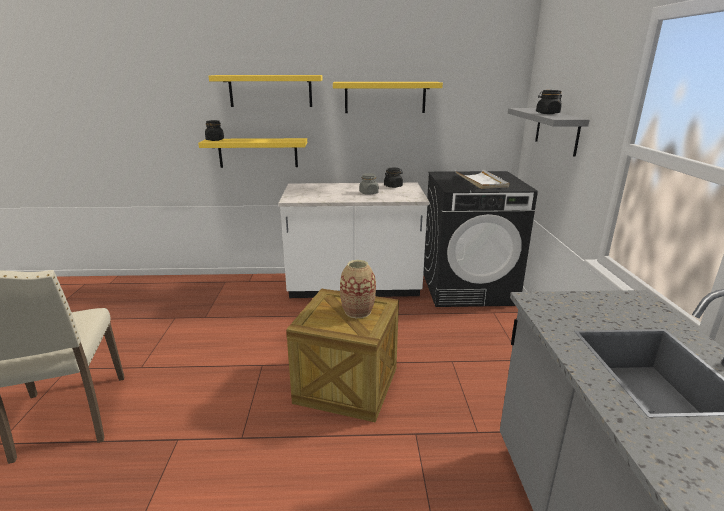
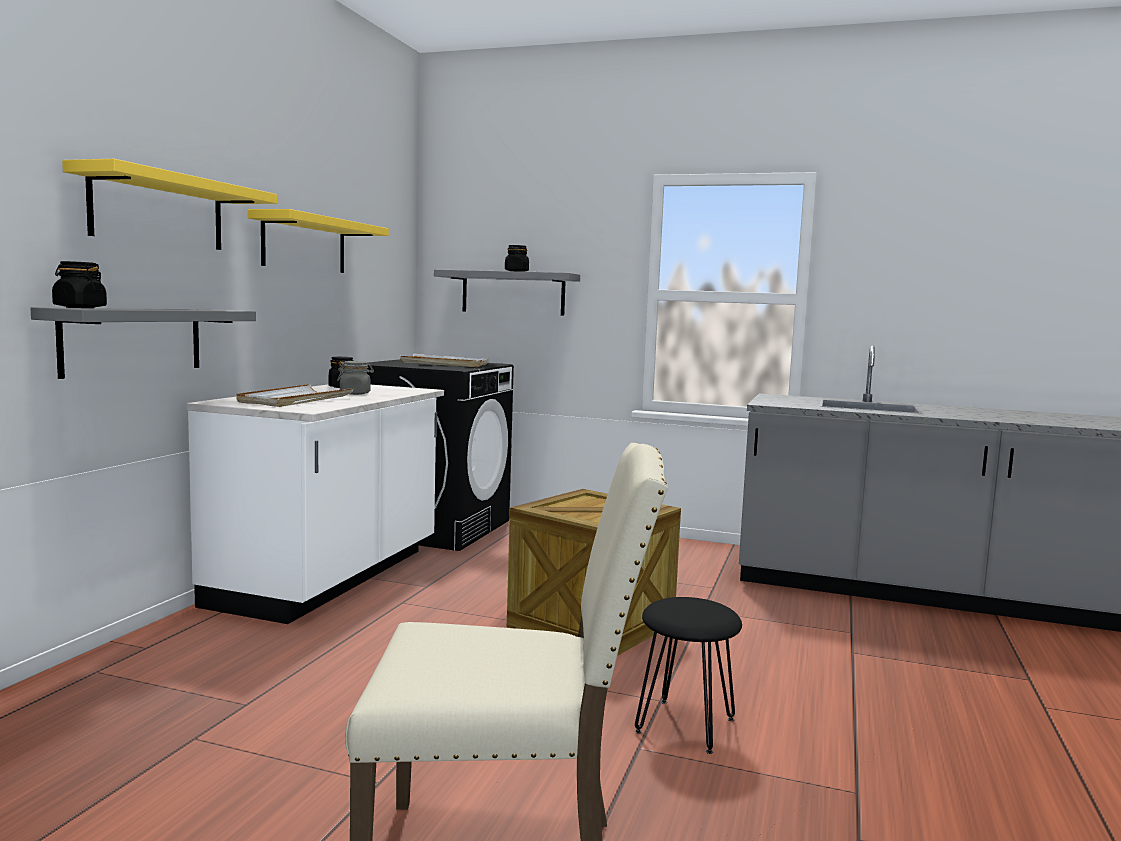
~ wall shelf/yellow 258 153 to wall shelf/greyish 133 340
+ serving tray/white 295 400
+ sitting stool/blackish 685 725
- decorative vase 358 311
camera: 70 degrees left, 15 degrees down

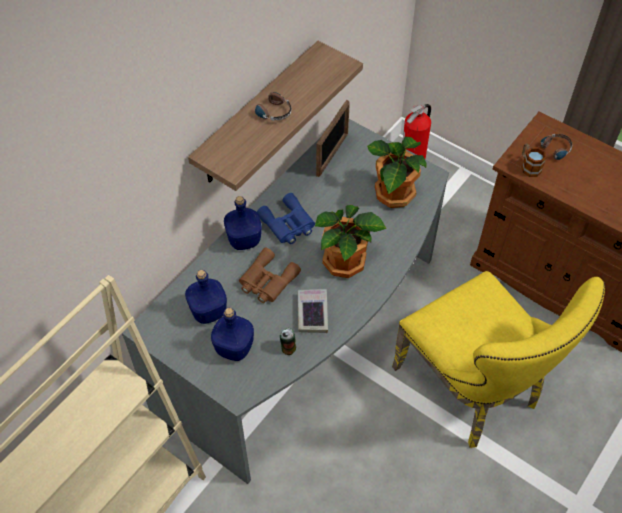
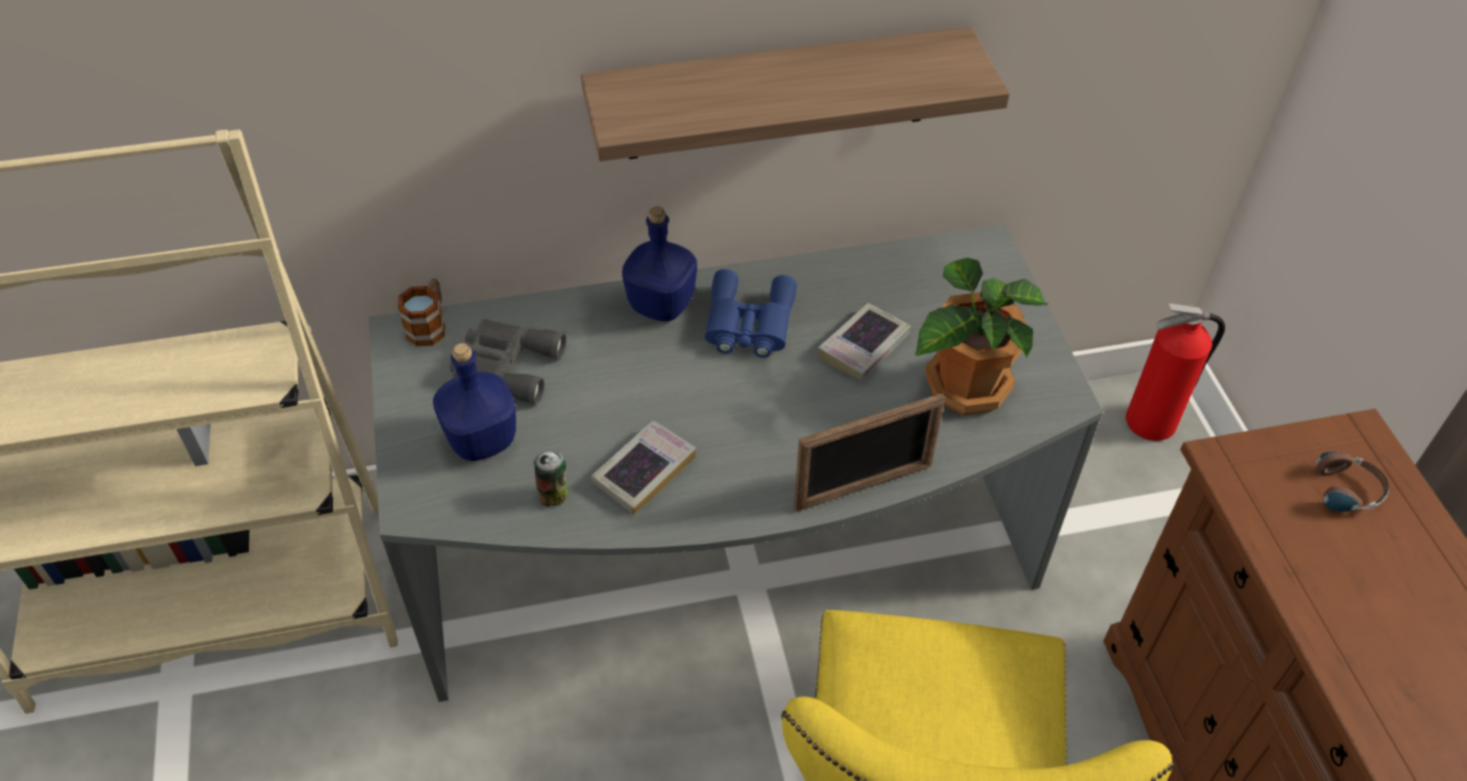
~ tea mug 529 166 to 429 325
~ beverage bottle/bluish 208 311 to pair of binoculars/greyish 505 366
~ standing frame 332 154 to 863 486
+ volume 864 347
- pair of binoculars/brownish 267 281
- headphones 269 110
- potted plant 345 263
camera: 40 degrees right, 5 degrees down

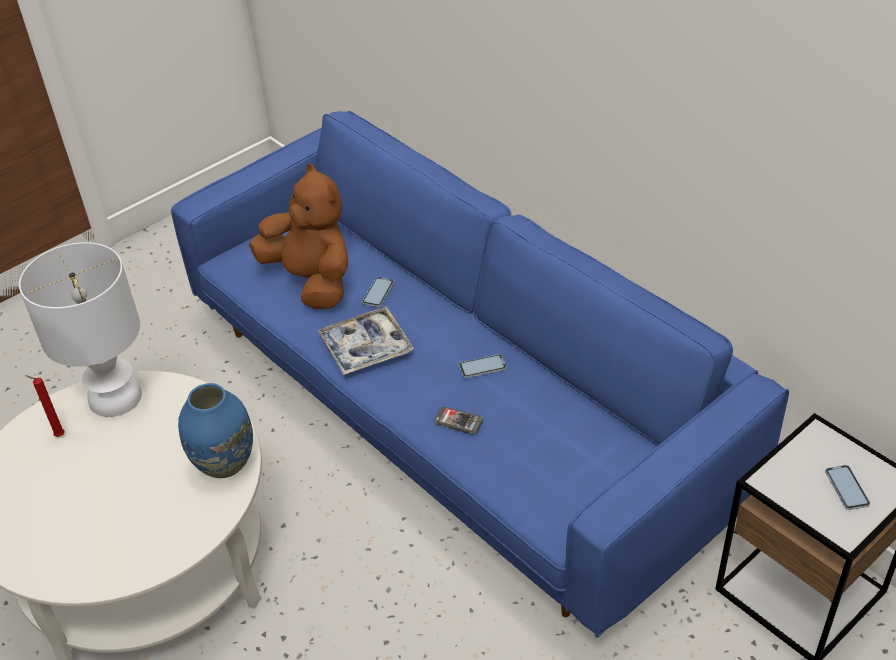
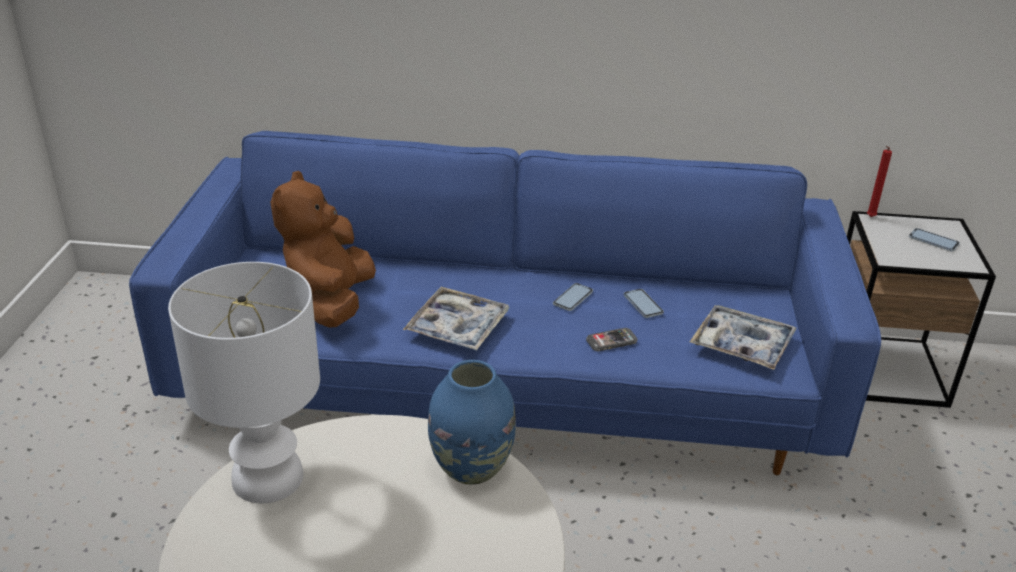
~ cuddly toy/brownish 312 281 = 330 303 90 degrees counterclockwise
~ phone 378 293 to 643 304
+ serving tray 742 345
~ wax candle/red 58 436 to 870 217
camera: 45 degrees left, 10 degrees down

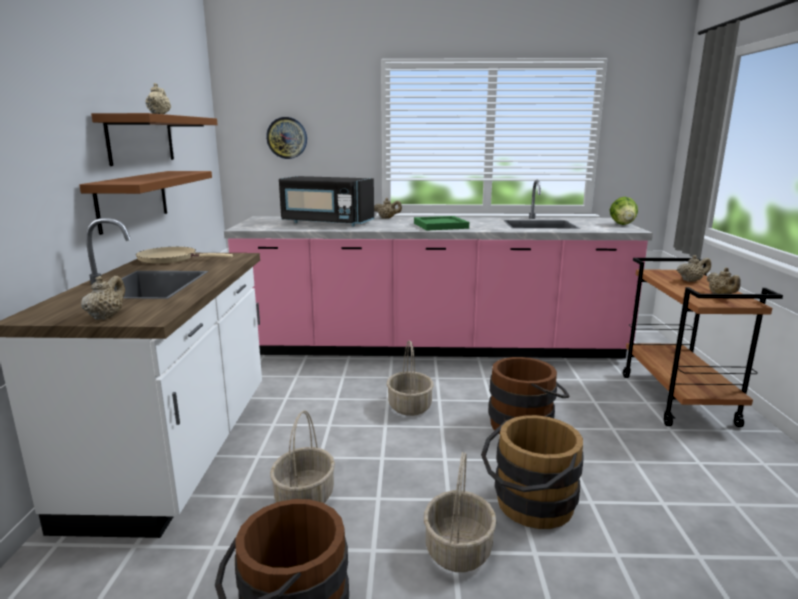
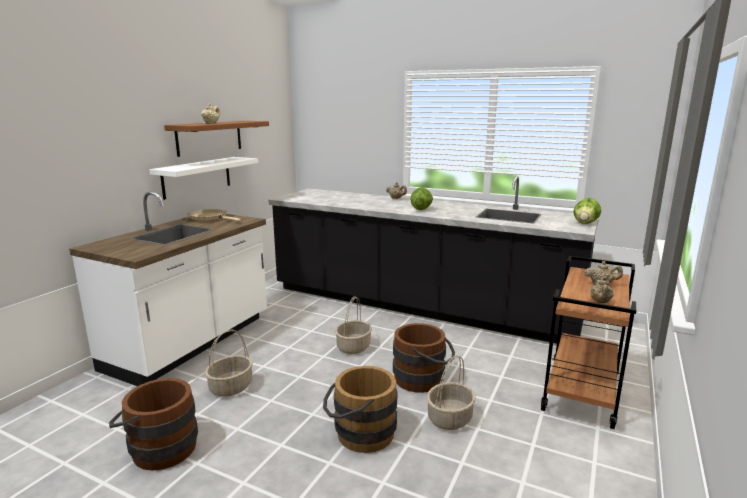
~ wall shelf/brownish 133 199 to wall shelf/white 197 177
~ kitchen base unit/pinkish 432 346 to kitchen base unit/blackish 418 306
~ serving tray/greenish 440 226 to head of lettuce 421 209
~ storage basket 457 549 to 449 418
- teapot/sand-coloured 106 317
- wall clock 287 138
- kitchen microwave/blackish 326 223
camera: 25 degrees right, 0 degrees up

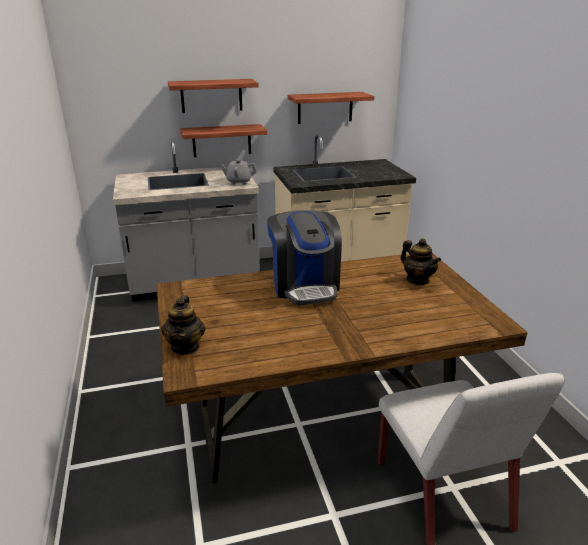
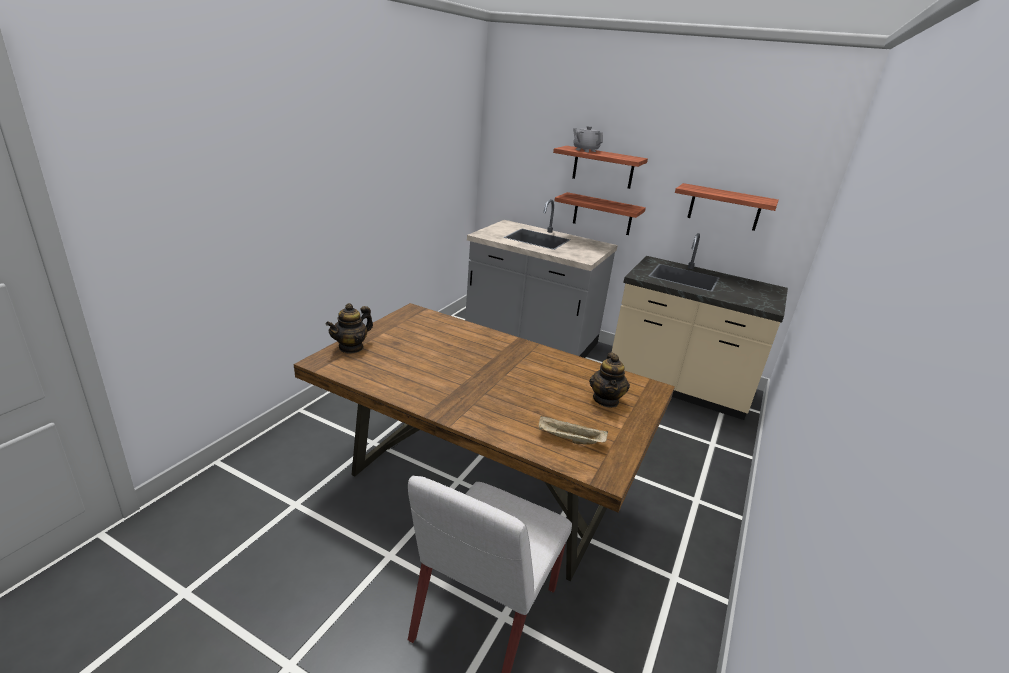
+ serving tray/sand-coloured 569 440
~ teapot/greyish 239 182 to 585 150
- coffee brewer 305 285
camera: 40 degrees right, 0 degrees up

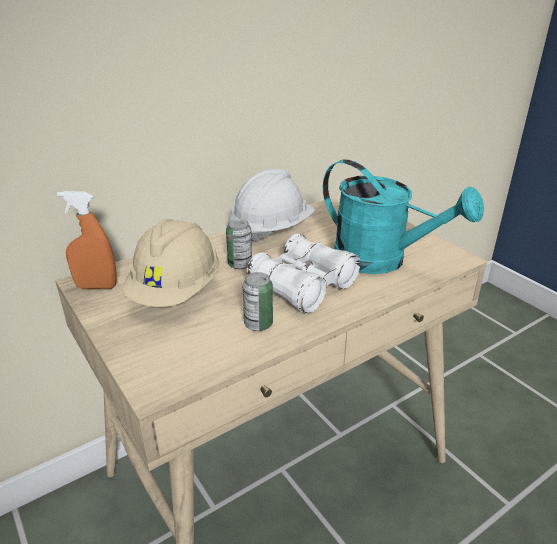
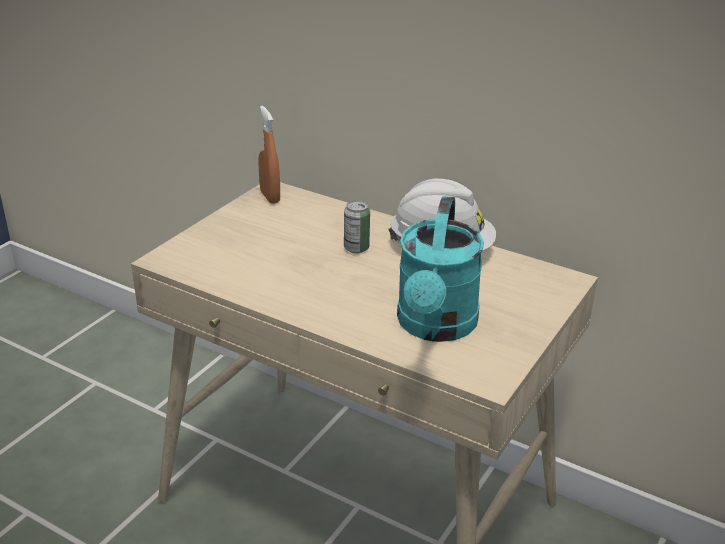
- hard hat/sand-coloured 176 292
- can 258 324
- pair of binoculars/white 303 285
camera: 65 degrees right, 0 degrees up

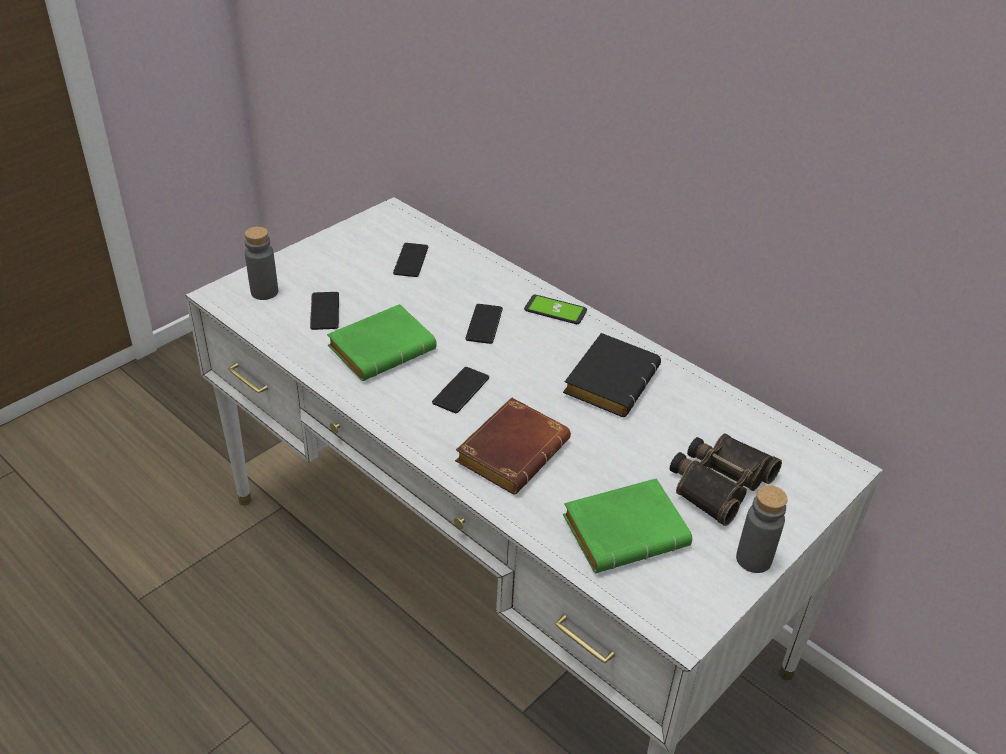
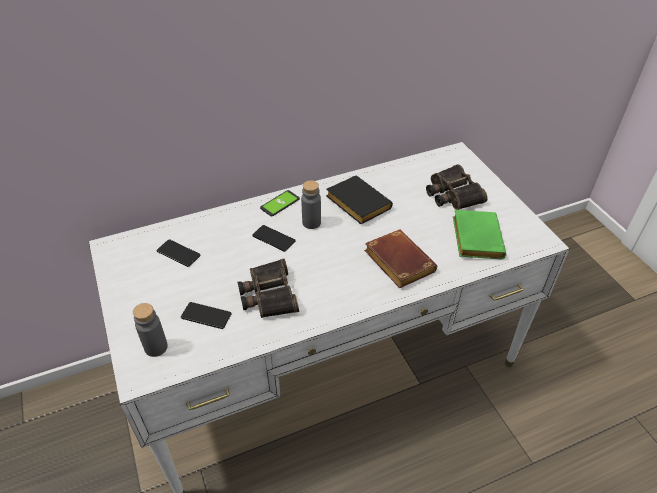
~ volume/greenish 383 348 to pair of binoculars 268 294
~ beverage bottle/greyish 753 559 to 311 222
- phone 461 391
camera: 65 degrees left, 5 degrees up

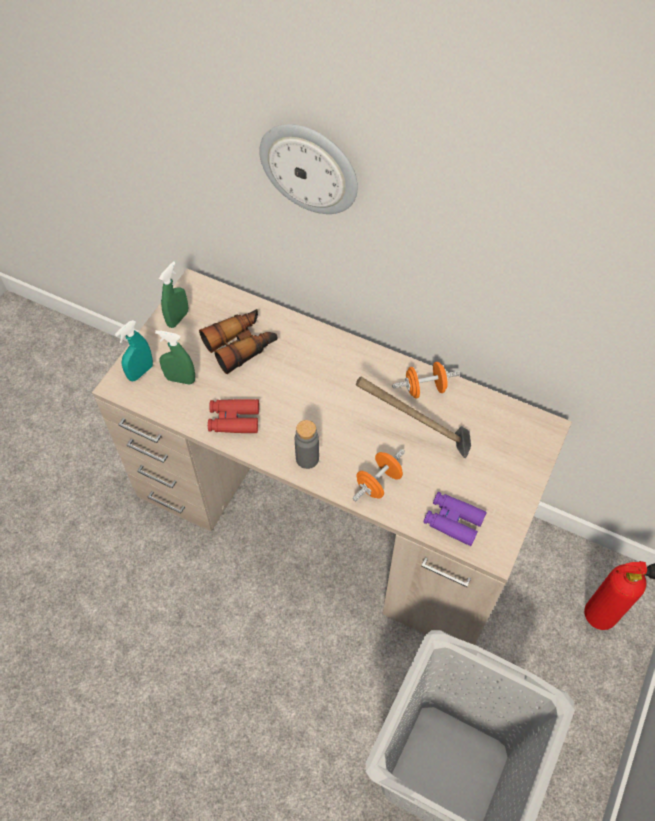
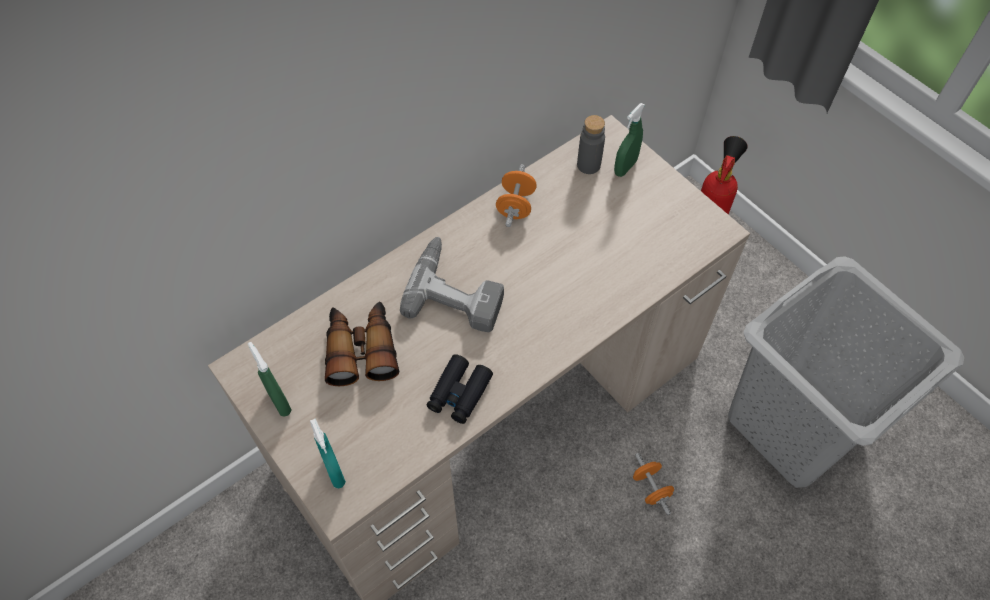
+ drill 457 290
~ pair of binoculars/red 234 419 to pair of binoculars/blackish 459 393
~ beverage bottle/greyish 307 458 to 588 165
~ spray bottle/greenish 180 379 to 625 167
~ hand weight/orange 378 483 to 651 488
- wall clock 310 168
- hammer 416 438
- pair of binoculars/purple-coloured 453 521
camera: 65 degrees left, 0 degrees up

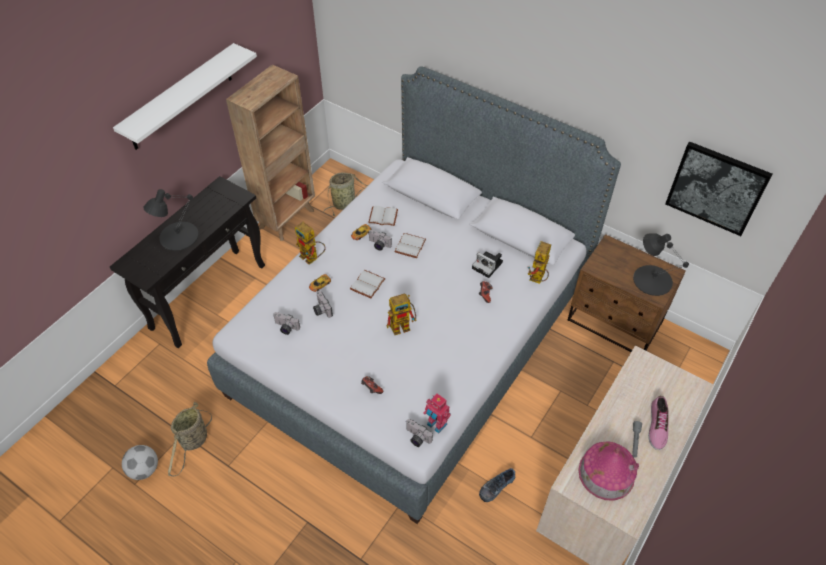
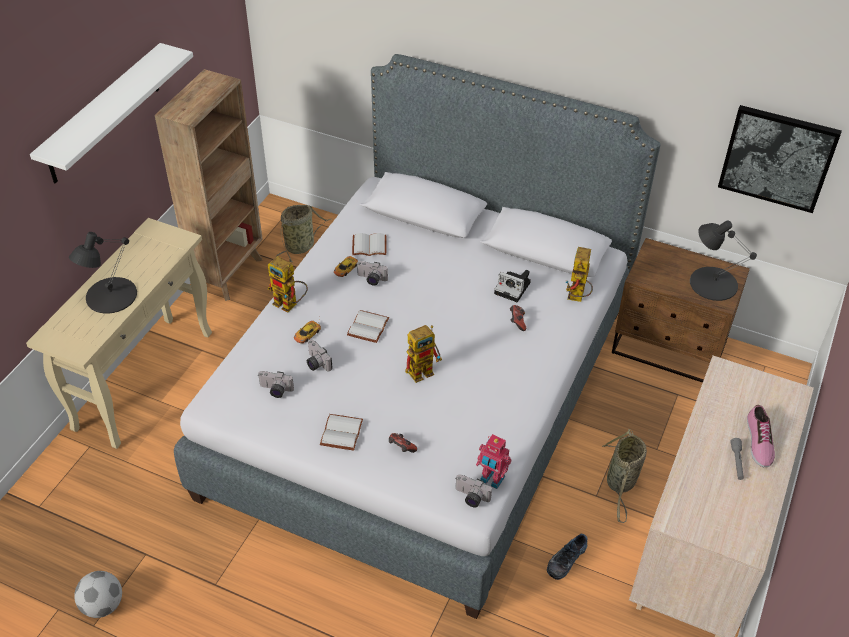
~ hall table/blackish 209 296 to hall table/sand-coloured 144 379
~ volume/white 409 245 to 340 432
~ storage basket 193 442 to 621 483
- model house 606 473
camera: 10 degrees left, 5 degrees down

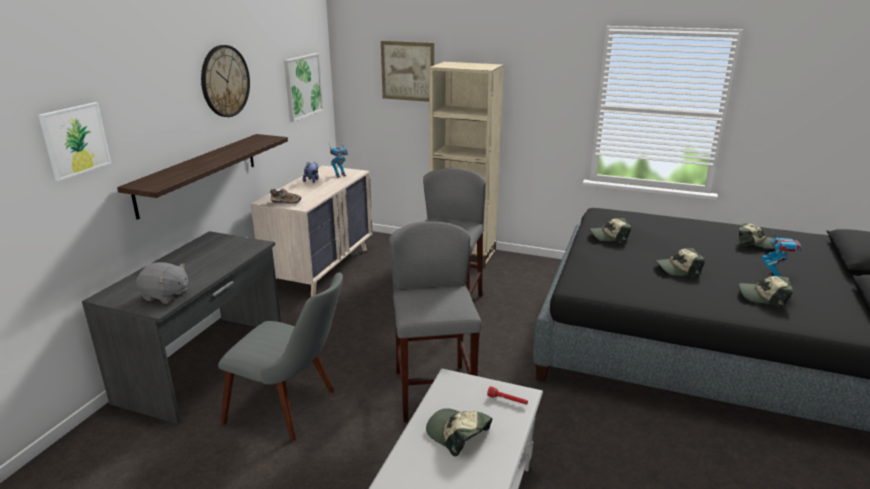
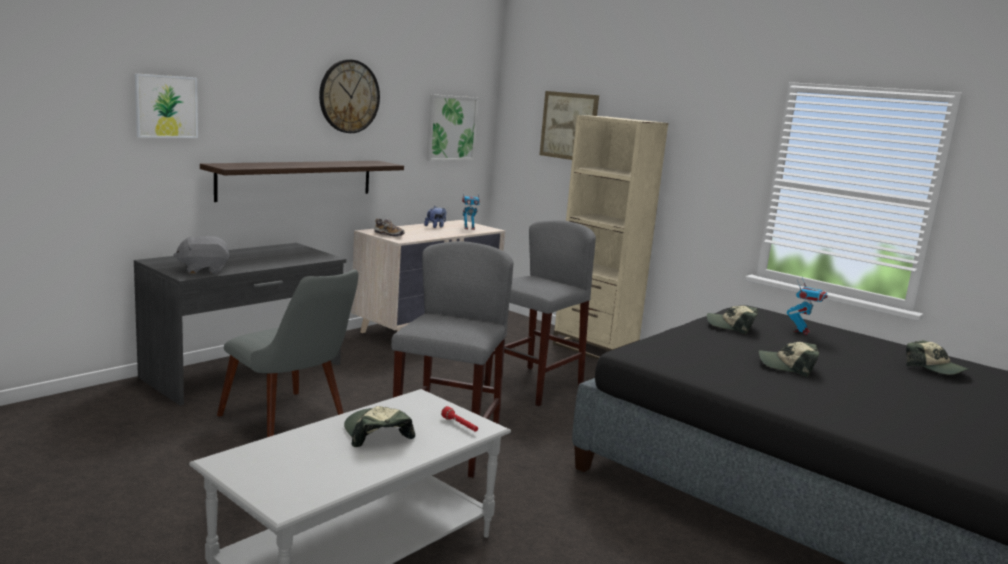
~ cuddly toy/greyish 166 296 = 203 270 120 degrees clockwise
~ toy robot 775 276 to 802 331
- cap 763 296
camera: 20 degrees right, 10 degrees down

